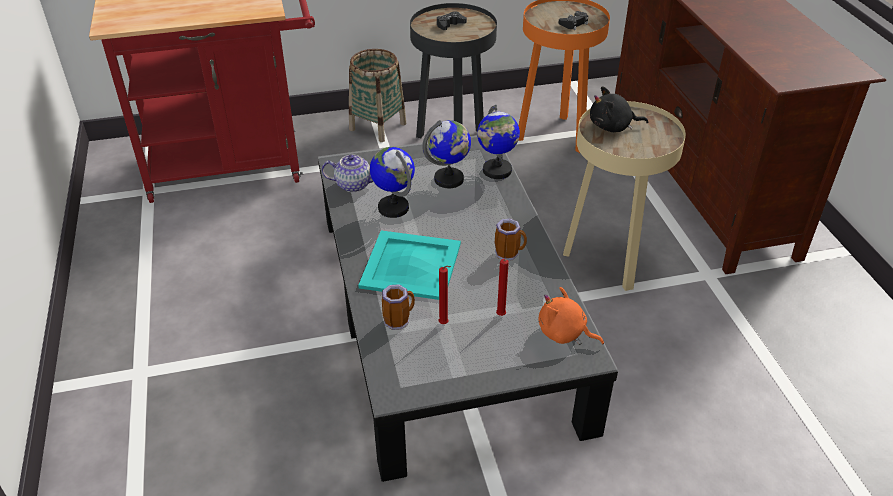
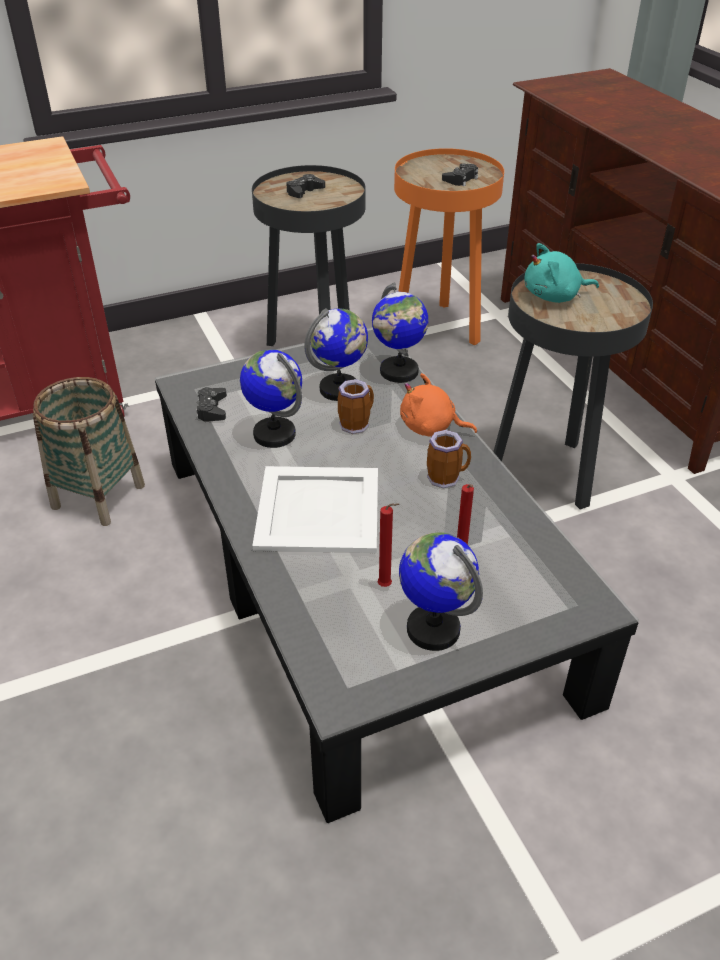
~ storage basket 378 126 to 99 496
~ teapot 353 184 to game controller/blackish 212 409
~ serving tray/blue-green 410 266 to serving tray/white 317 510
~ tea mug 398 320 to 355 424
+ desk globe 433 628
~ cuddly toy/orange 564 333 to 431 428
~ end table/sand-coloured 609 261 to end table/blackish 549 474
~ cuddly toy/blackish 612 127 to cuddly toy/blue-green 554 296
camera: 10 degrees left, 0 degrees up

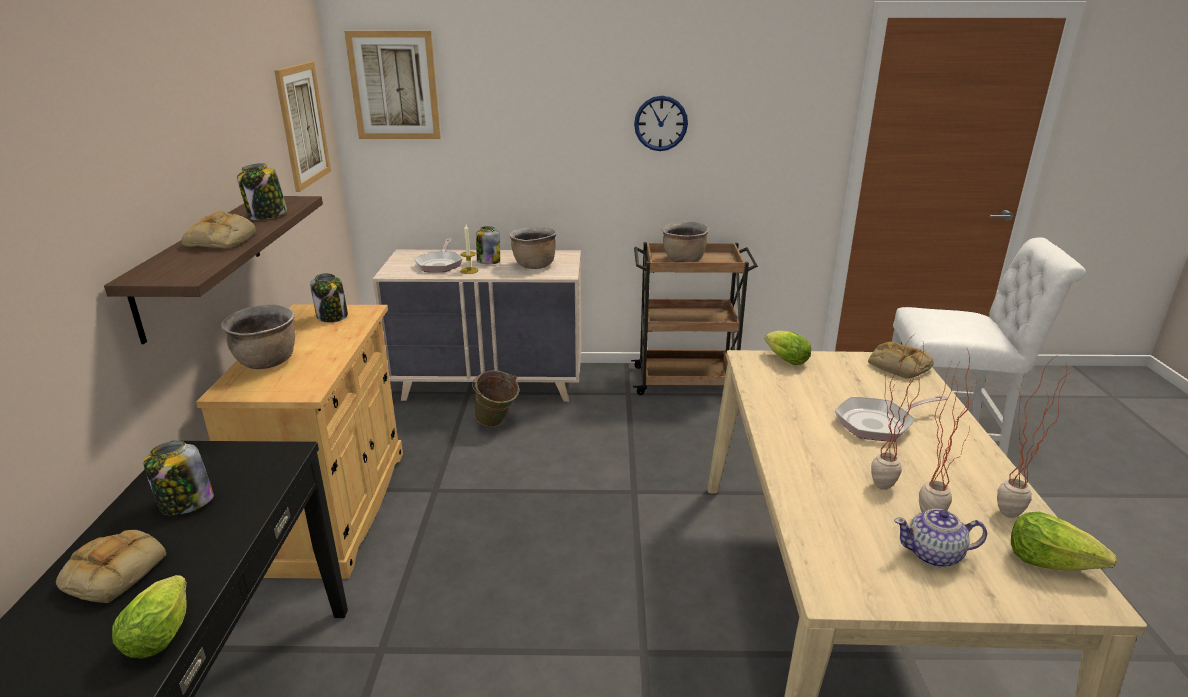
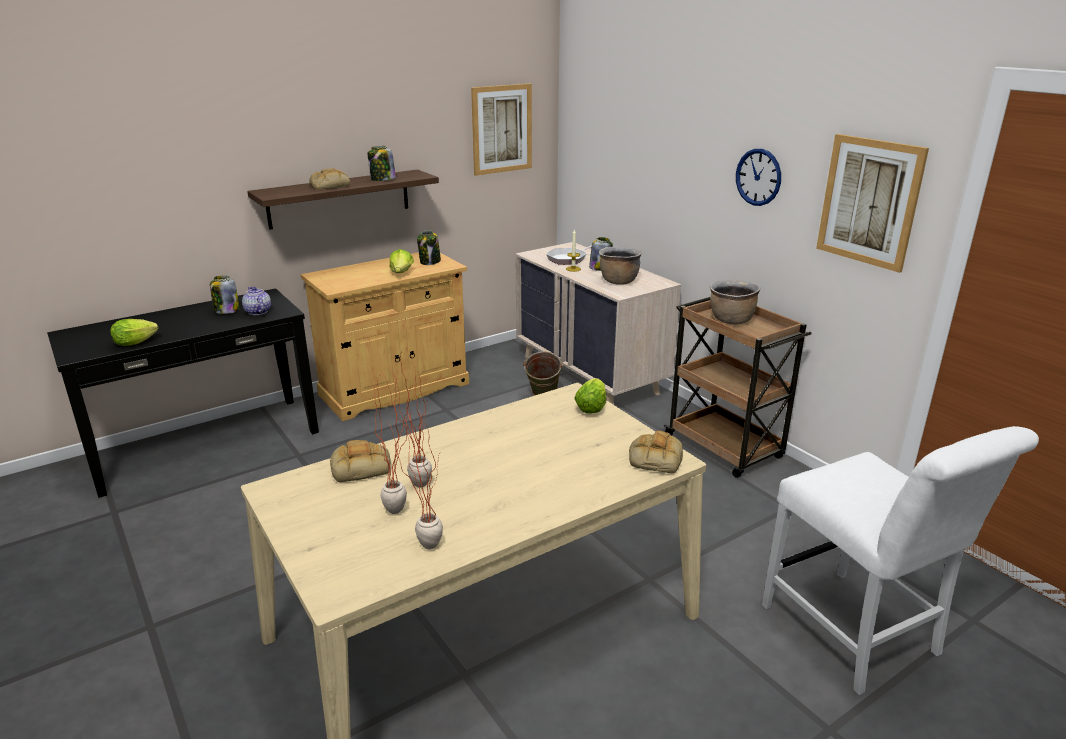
~ teapot 934 555 to 257 312
~ bakery bread 114 572 to 361 467
~ head of lettuce 1050 561 to 401 273
~ picture 394 86 to 869 202
- cooking pot/brownish 267 362
- frying pan 878 423
camera: 55 degrees right, 0 degrees up

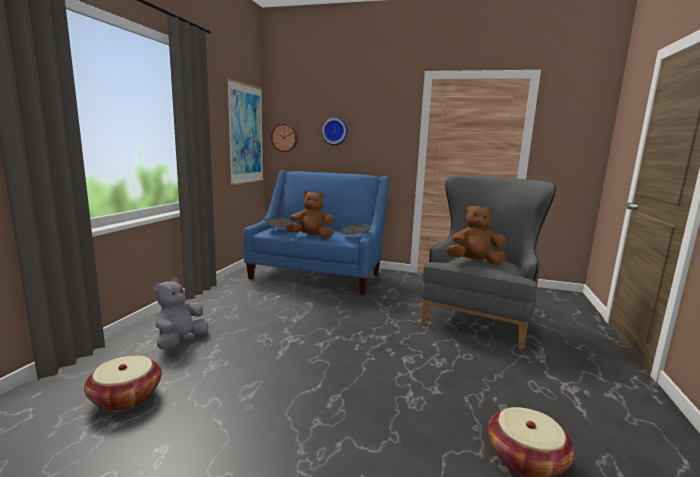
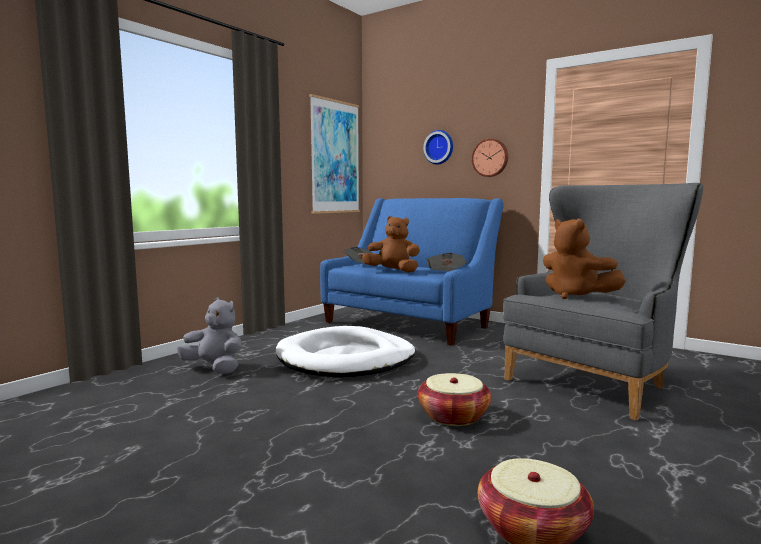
~ cuddly toy/greyish 180 341 = 215 368 75 degrees clockwise
+ dog cushion/white 346 358
~ storage basket 126 397 to 453 416
~ wall clock 285 138 to 490 158
~ cuddly toy/brownish 474 262 = 575 296 150 degrees counterclockwise
camera: 20 degrees right, 5 degrees down

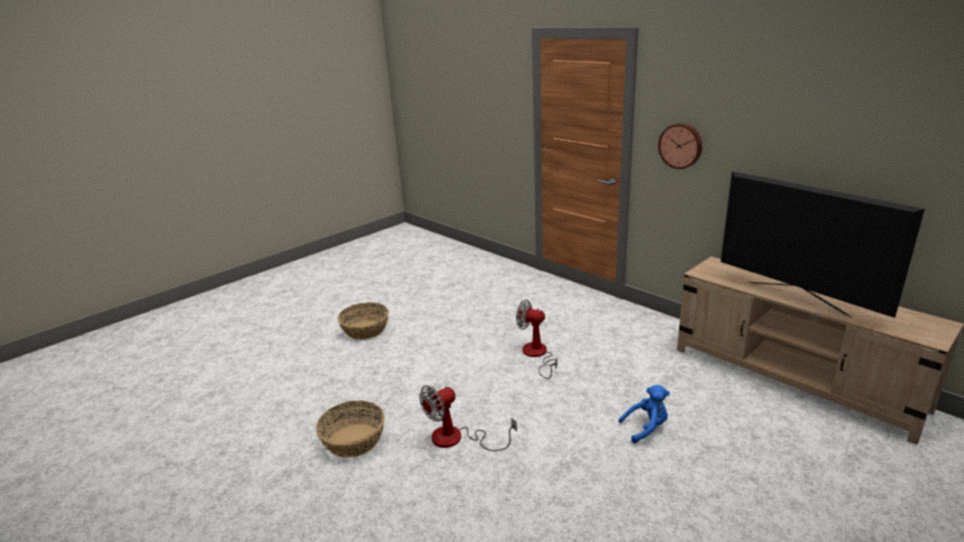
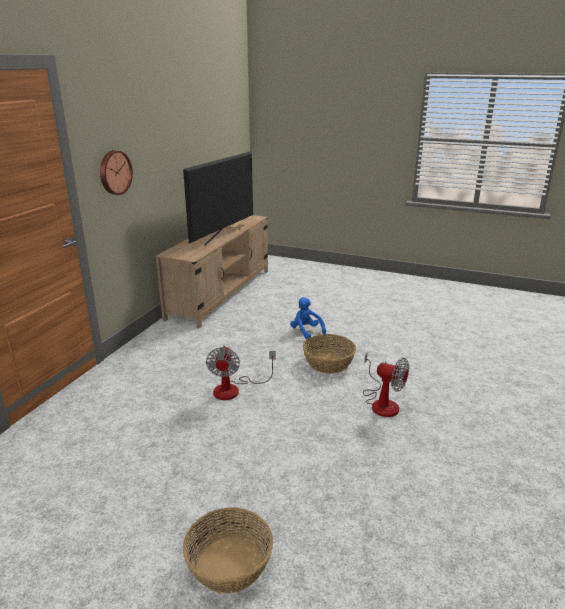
~ storage basket 353 440 to 329 363
camera: 115 degrees left, 0 degrees up

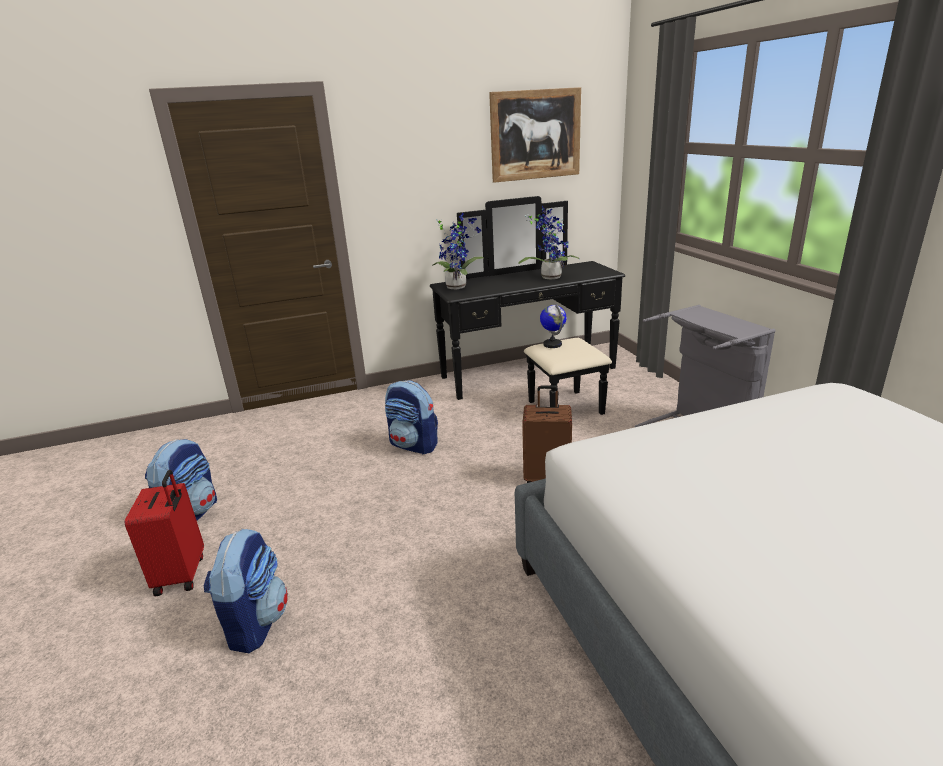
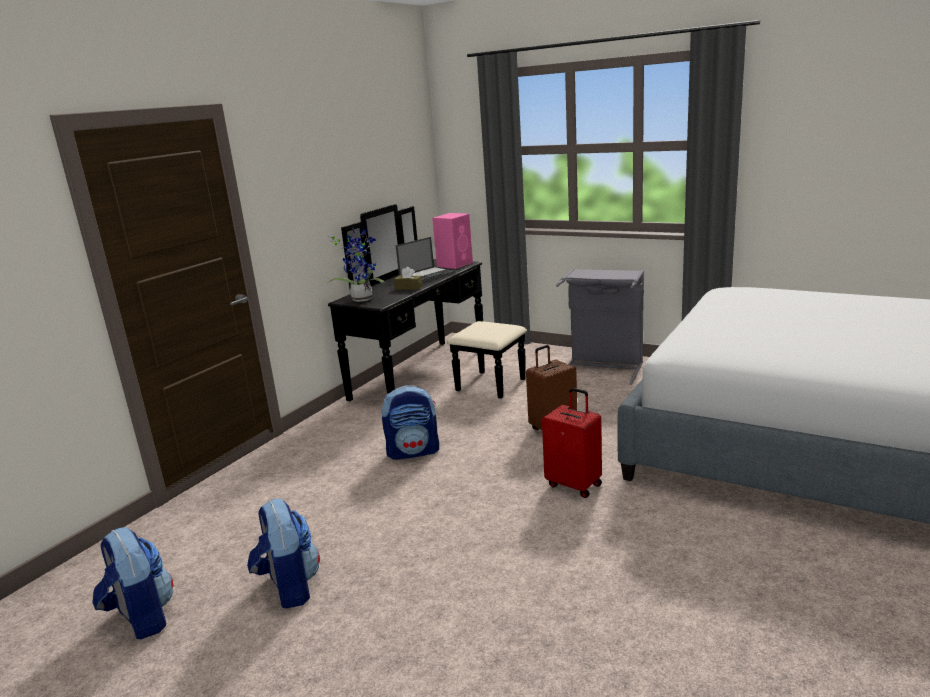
~ backpack 255 622 to 141 618
+ tissue box/brownish 409 287
~ potted plant 550 276 to notebook computer 427 275
+ audio speaker/pinkish 455 264
~ piece of luggage/red 182 574 to 574 484
- picture 535 135
- desk globe 552 344
camera: 40 degrees left, 5 degrees down

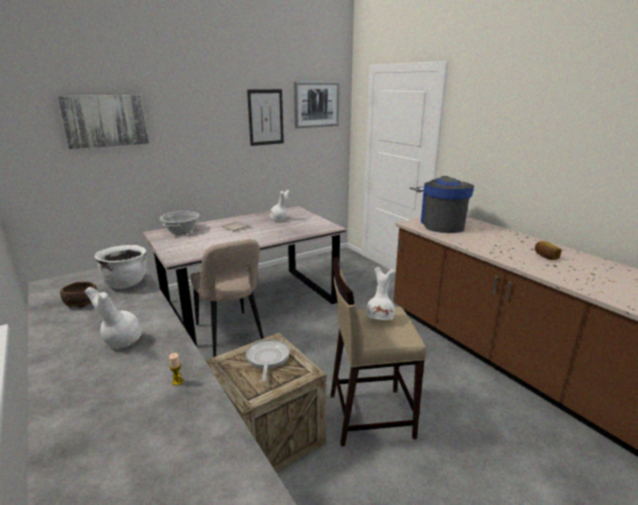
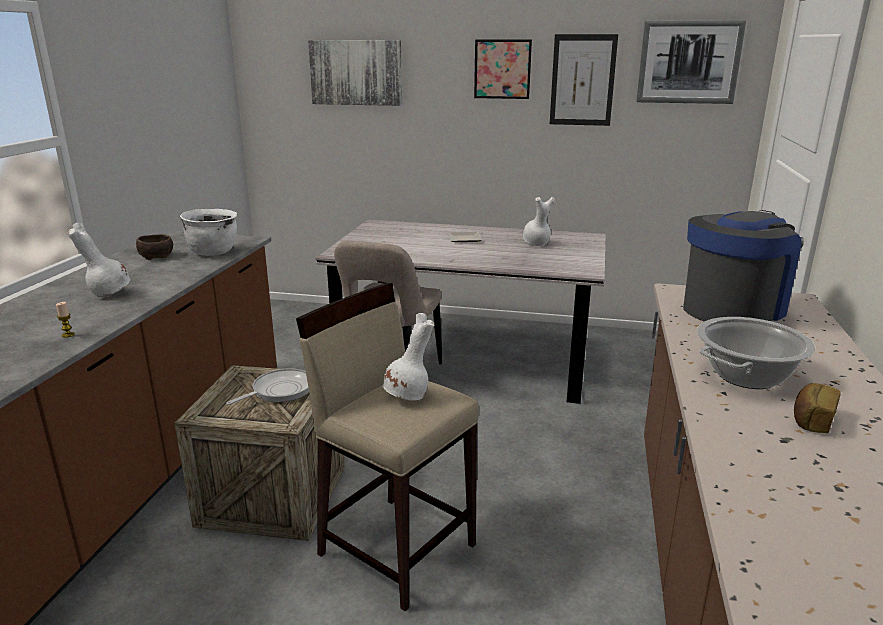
+ picture 502 69
~ cooking pot 181 231 to 747 376
camera: 45 degrees right, 0 degrees up

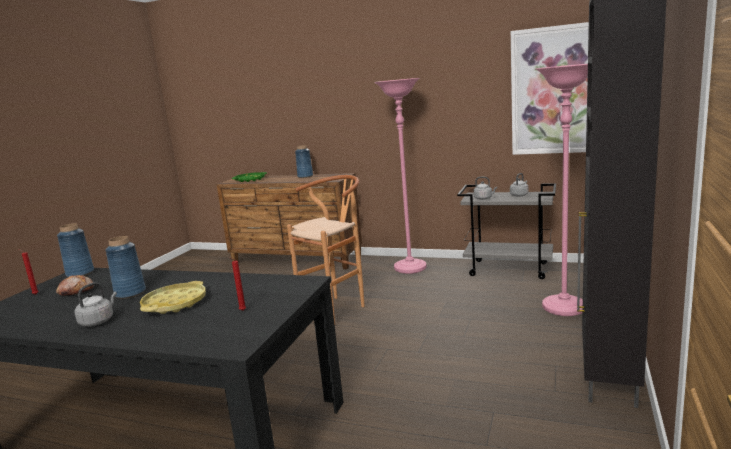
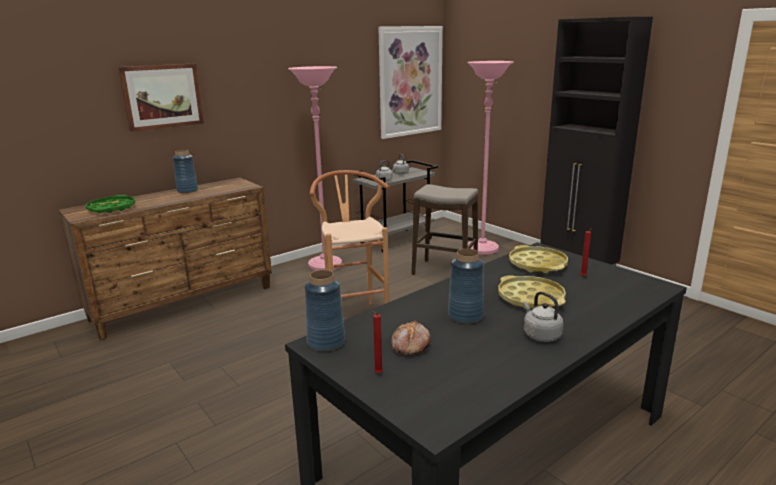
+ picture 162 96
+ sitting stool 444 271
+ serving tray/yellow 537 264
camera: 60 degrees left, 5 degrees up

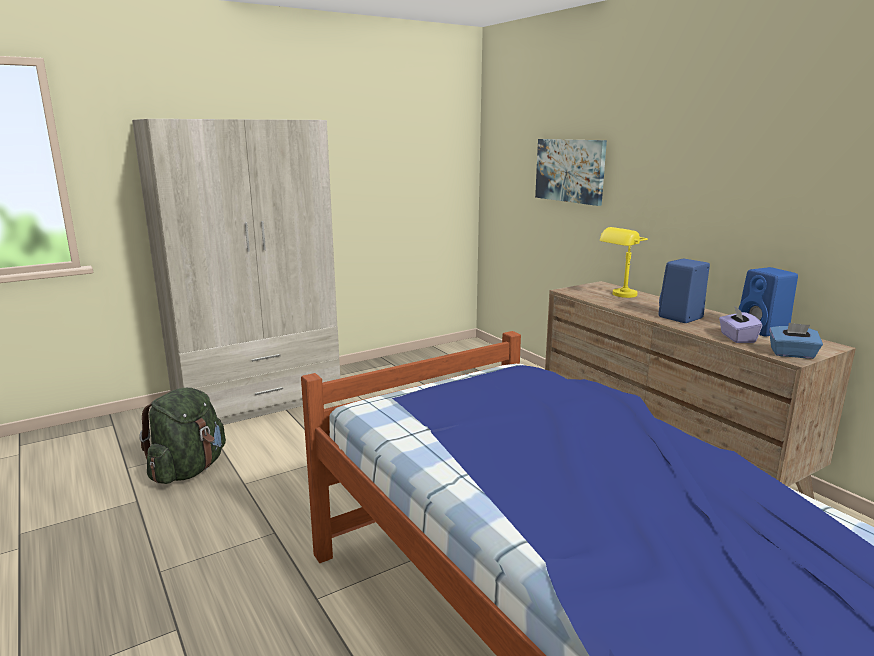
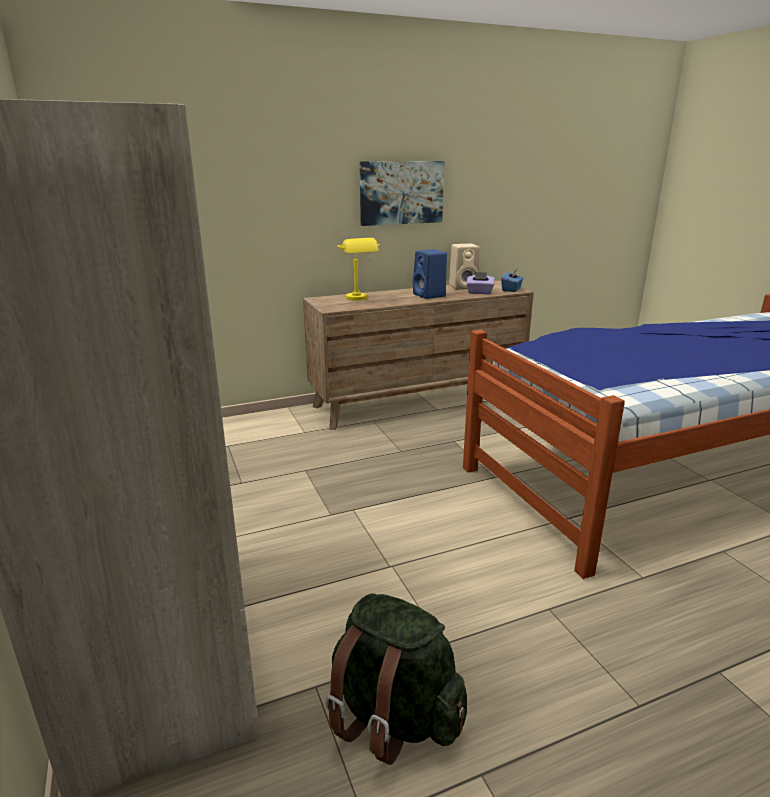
~ picture 570 170 to 401 192
~ audio speaker/bluish 763 330 to audio speaker/sand-coloured 464 286
camera: 80 degrees left, 5 degrees up

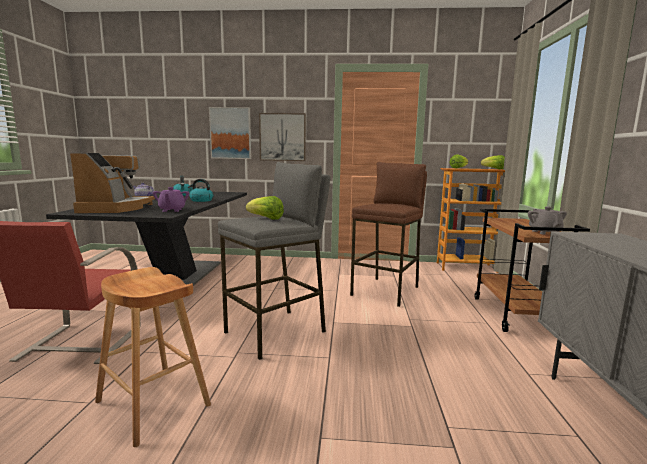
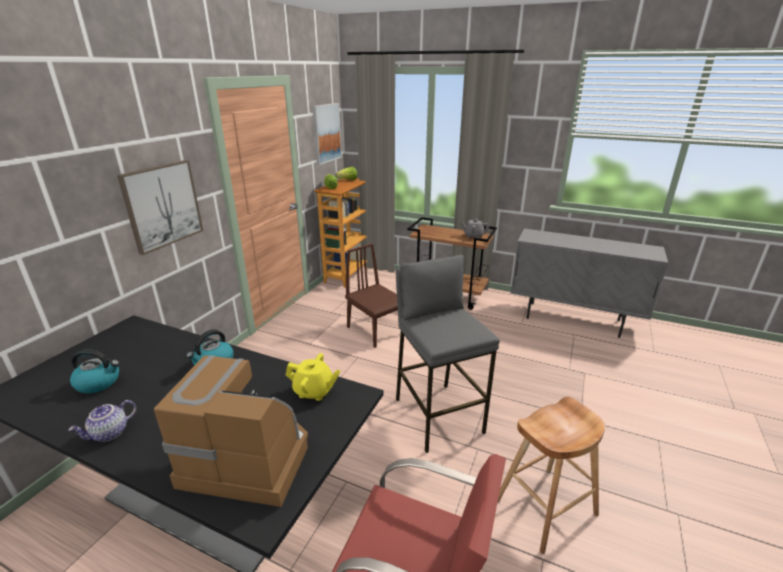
~ teapot/purple-coloured 172 210 to teapot/yellow 314 391
~ picture 230 133 to 326 133
~ sitting stool/brownish 386 291 to plain chair/brownish 376 330
- head of lettuce 266 218
camera: 70 degrees left, 15 degrees up

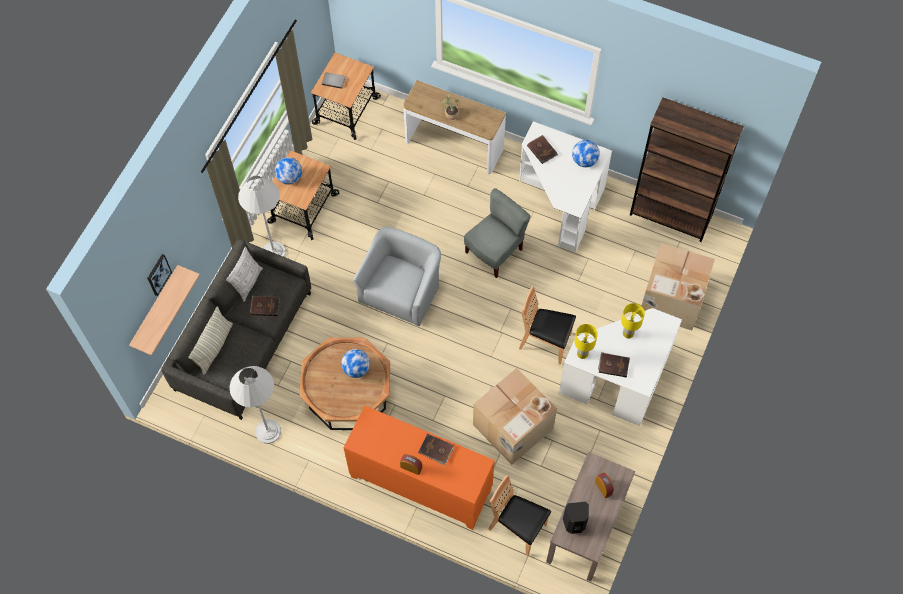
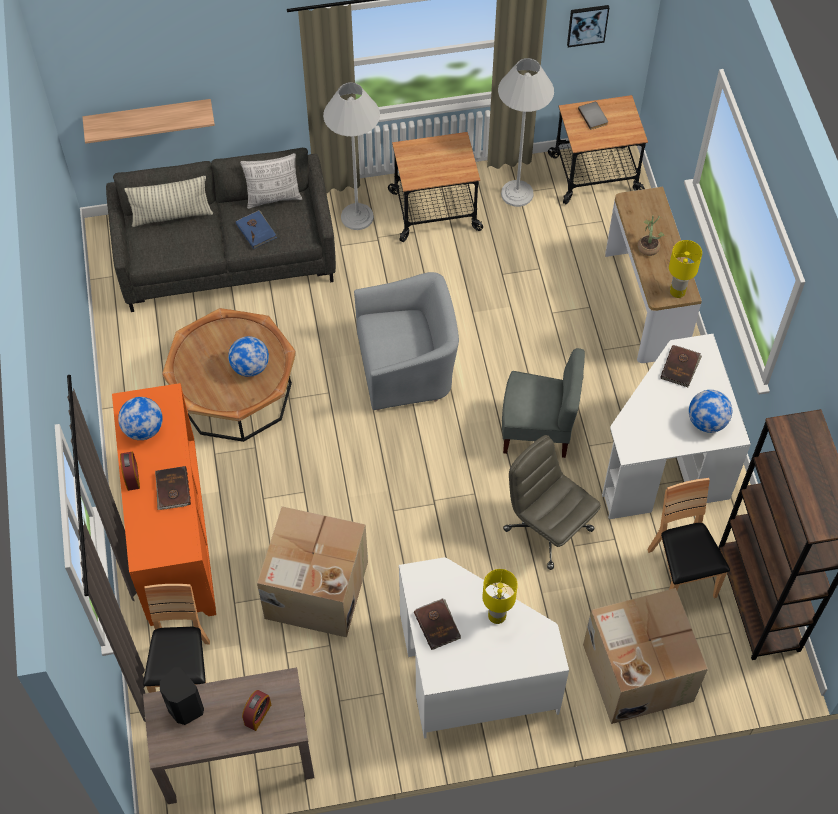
~ desk globe 289 178 to 143 429
~ volume/brownish 265 306 to volume/bluish 256 230
~ floor lamp/white 268 431 to 517 193
+ desk chair/greyish 547 529
~ picture 158 274 to 587 25
~ plain chair/brownish 545 343 to 680 574
~ tabletop lamp/yellow 582 354 to 677 292
camera: 55 degrees right, 5 degrees down

